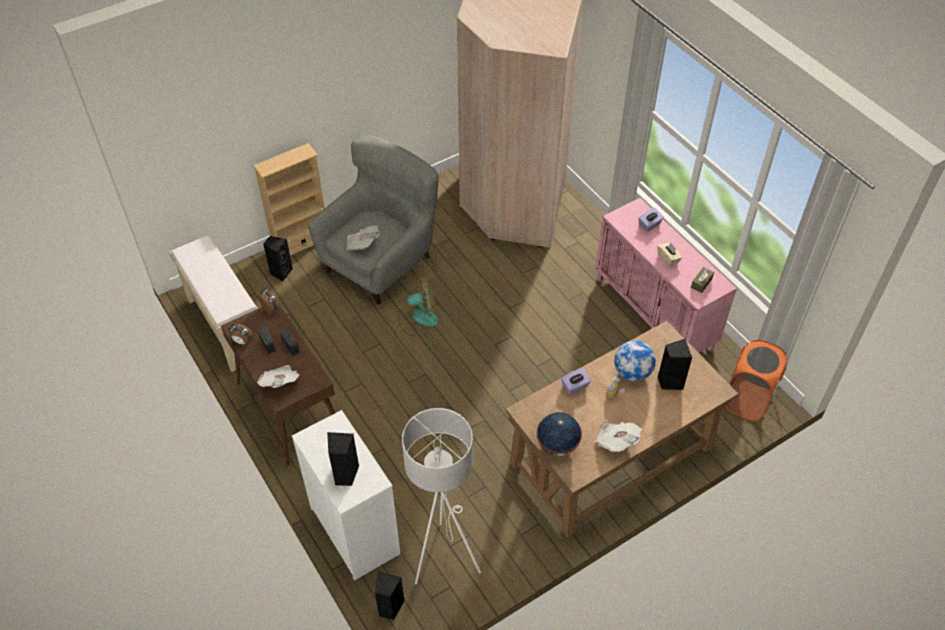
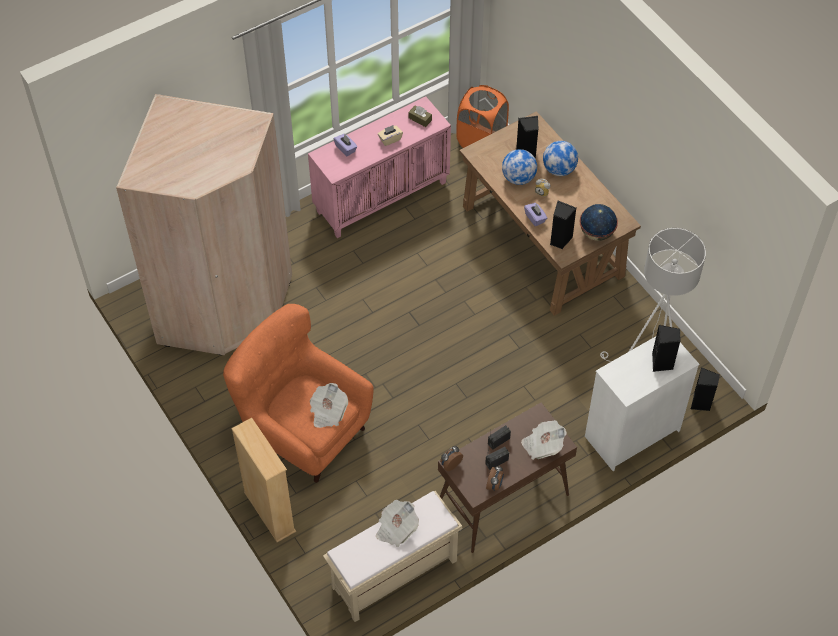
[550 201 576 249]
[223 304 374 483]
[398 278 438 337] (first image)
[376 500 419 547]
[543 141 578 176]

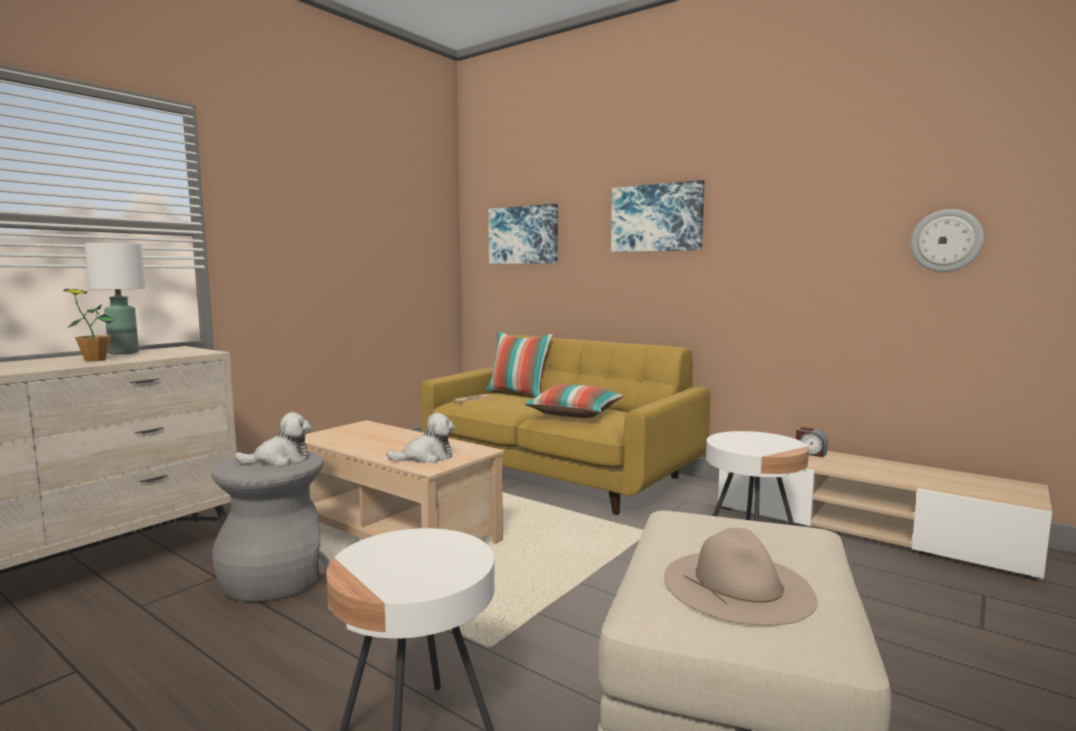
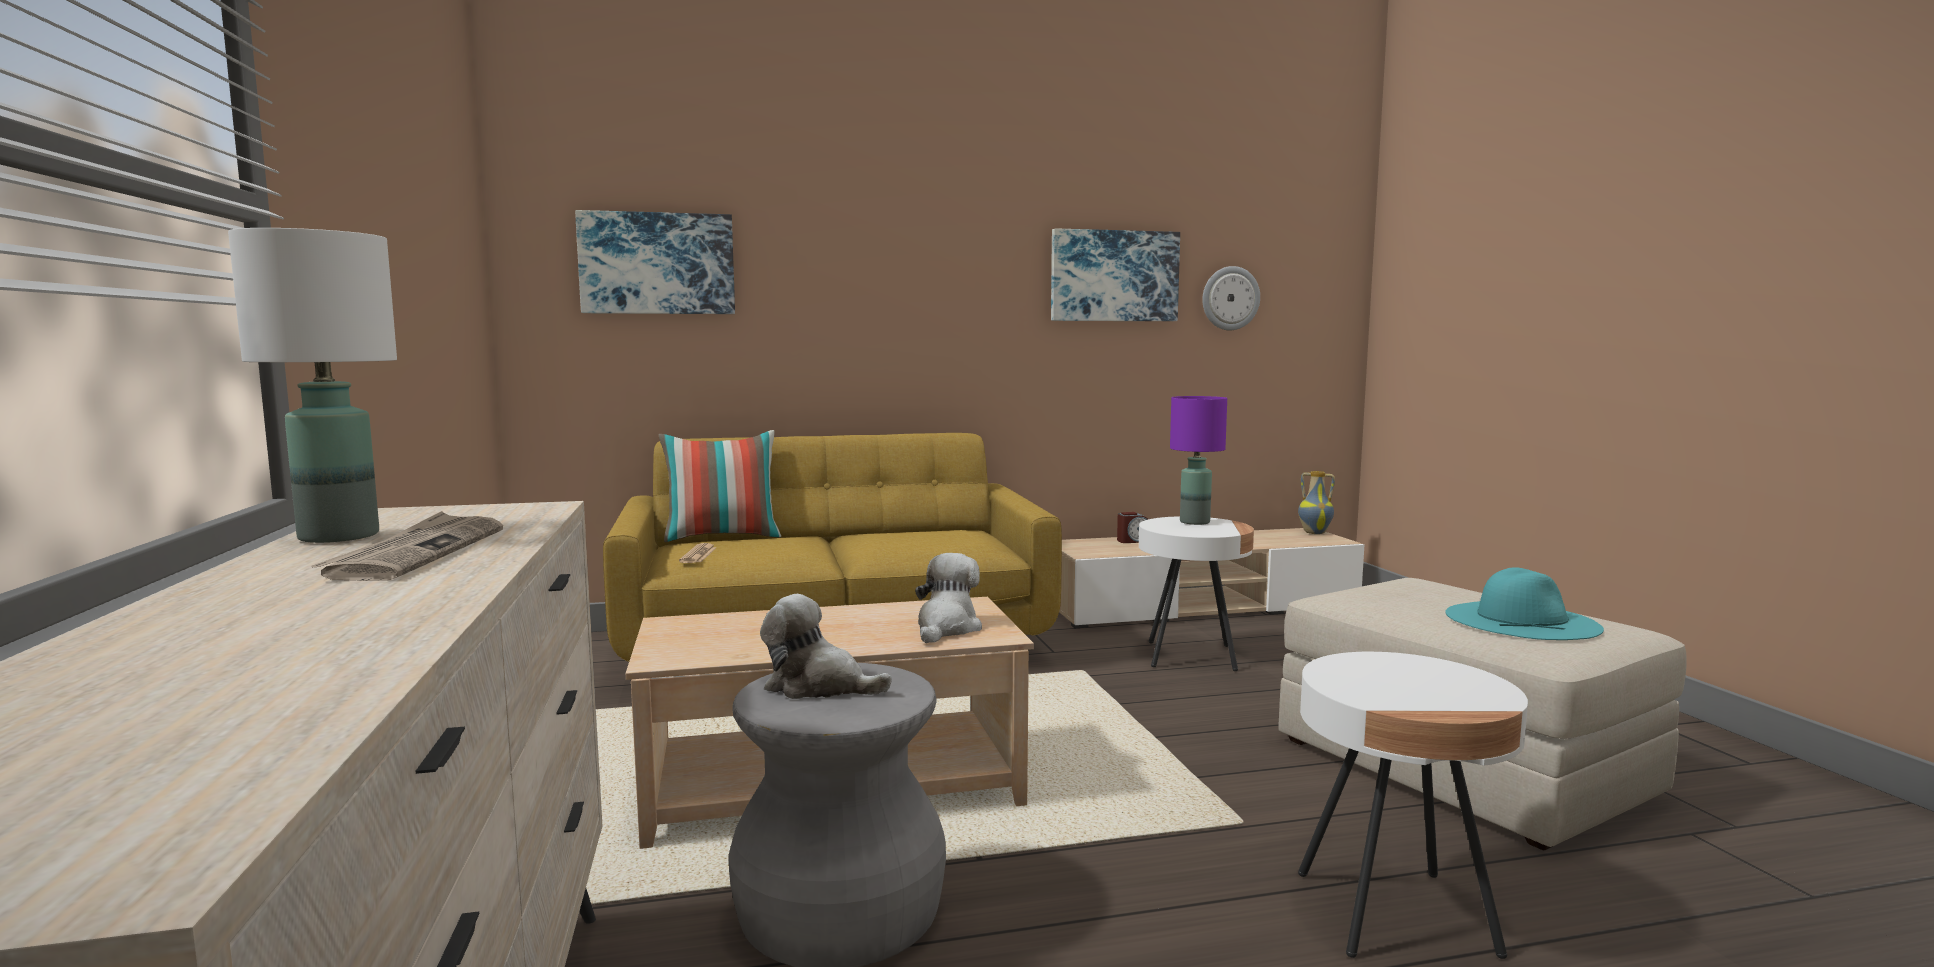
[311 511 503 581]
[760 594 892 699]
[524 384 623 418] (first image)
[1051 228 1180 321]
[1445 567 1604 640]
[1170 396 1227 525]
[1298 471 1335 534]

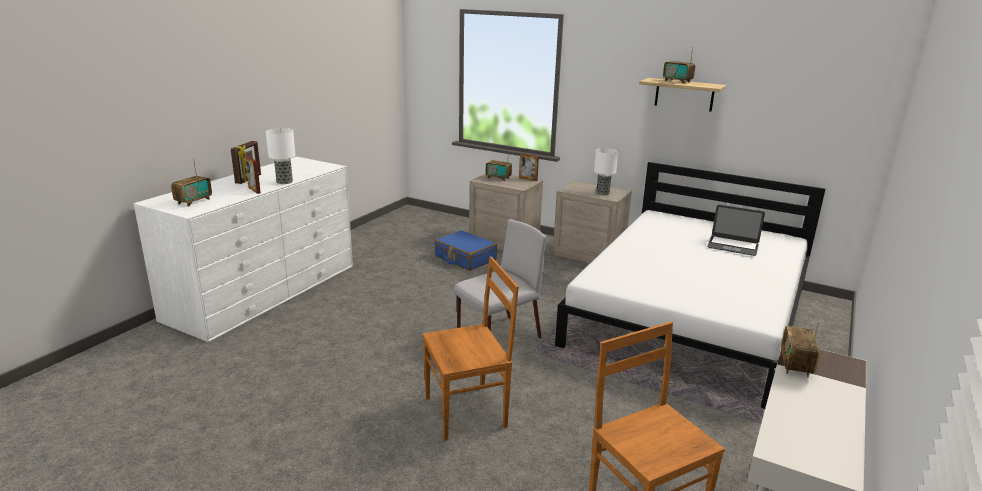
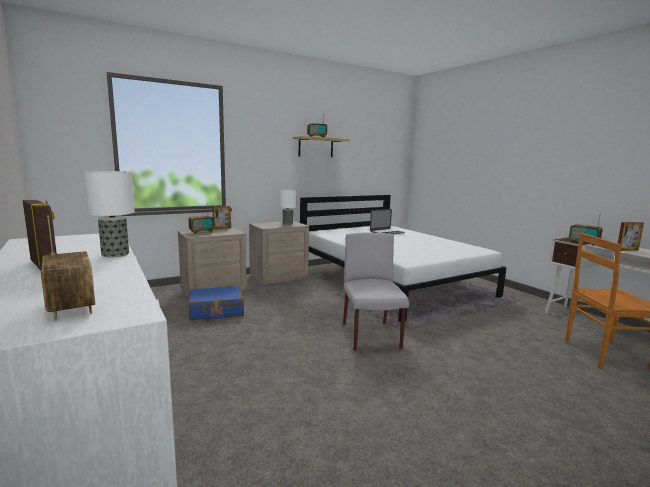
[618 222 644 251]
[422 256 519 441] (first image)

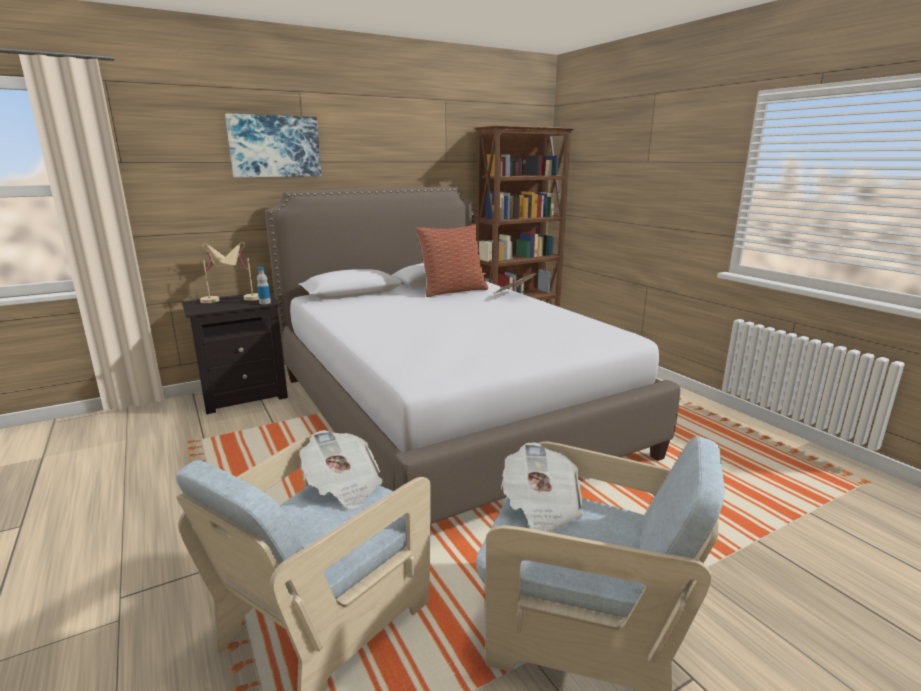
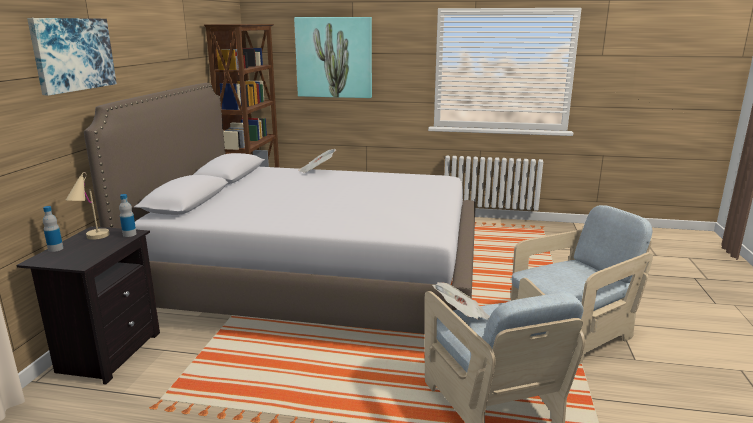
[43 206 63 252]
[415 224 488 297] (first image)
[501 443 583 533] (first image)
[294 17 372 98]

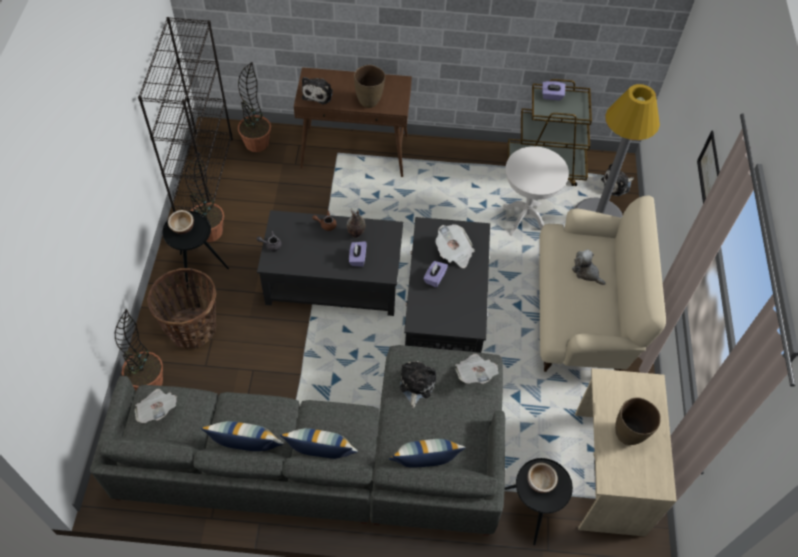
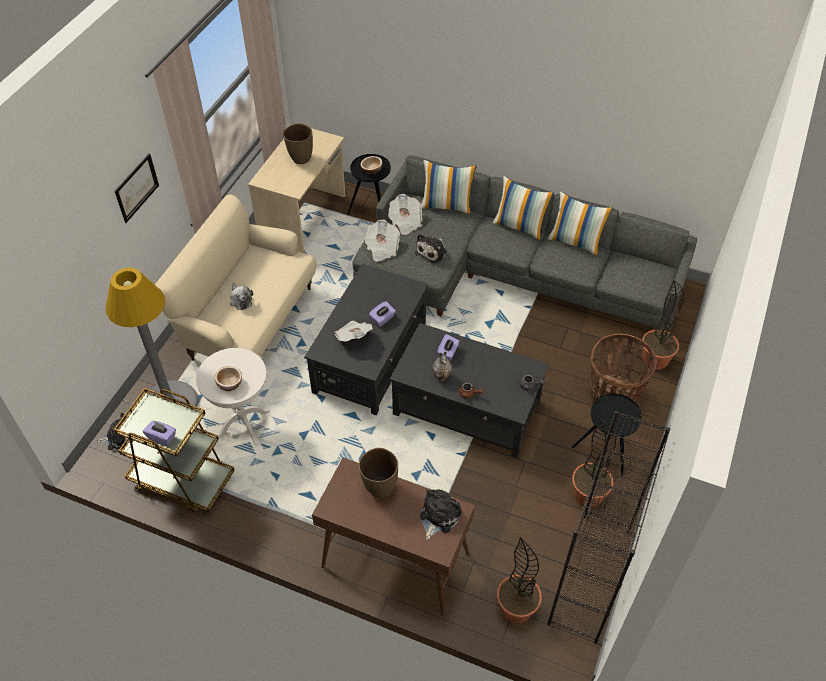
[388 194 422 235]
[215 366 242 391]

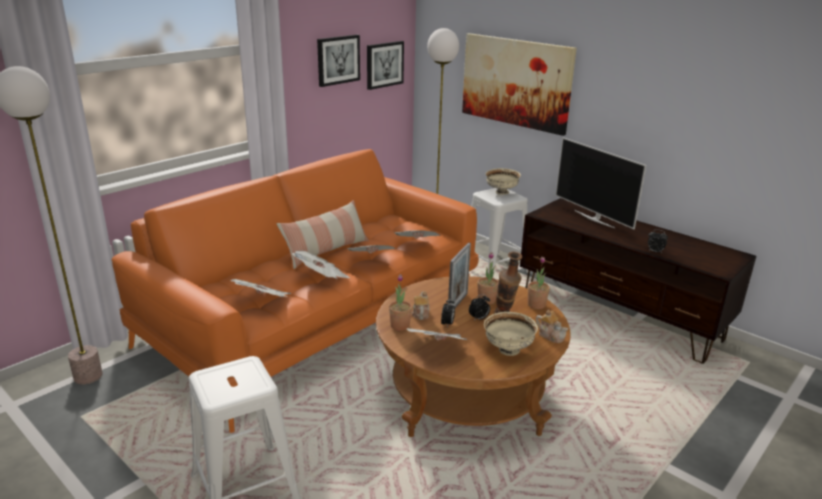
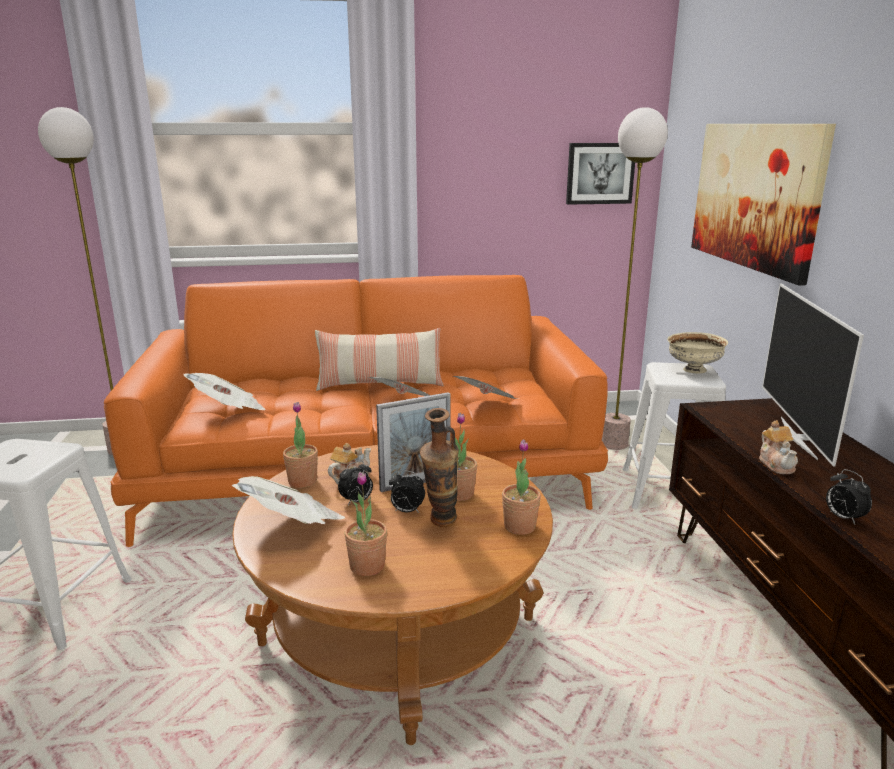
[291 250 350 279] (first image)
[317 35 360 87] (first image)
[344 472 387 576]
[759 420 798 474]

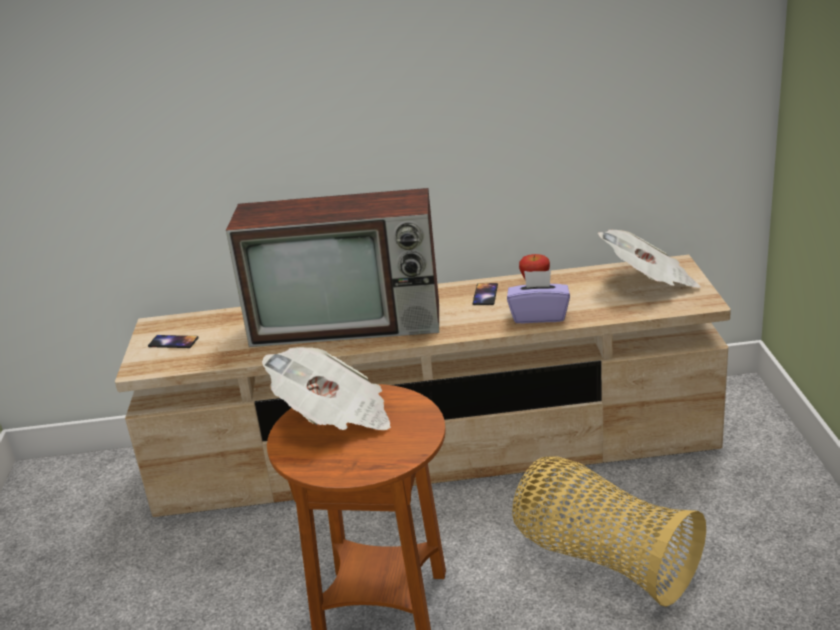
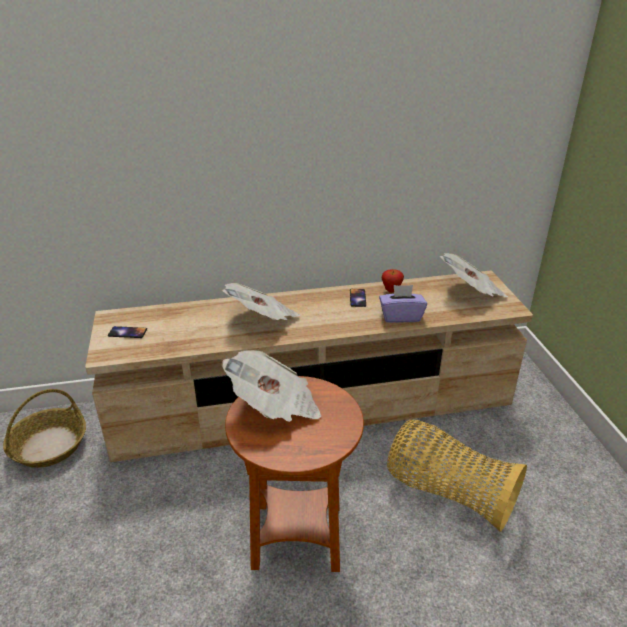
[222 283 300 320]
[3 389 86 468]

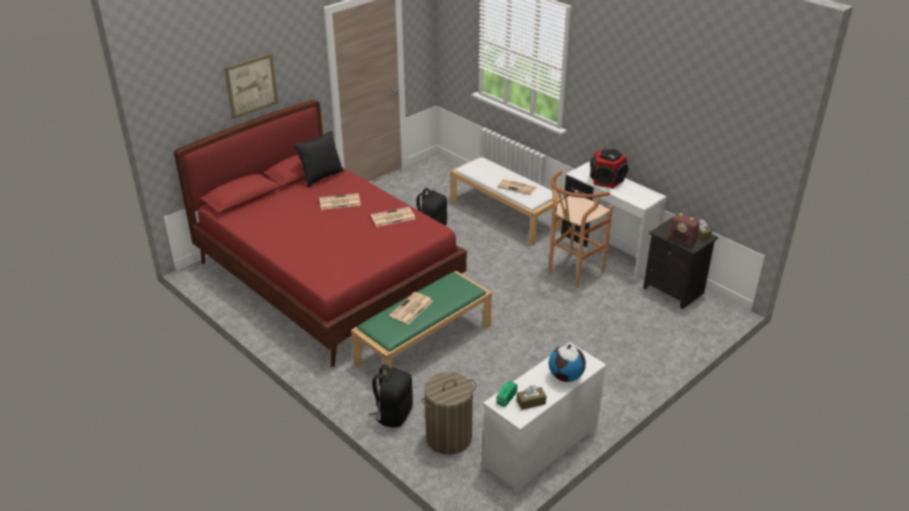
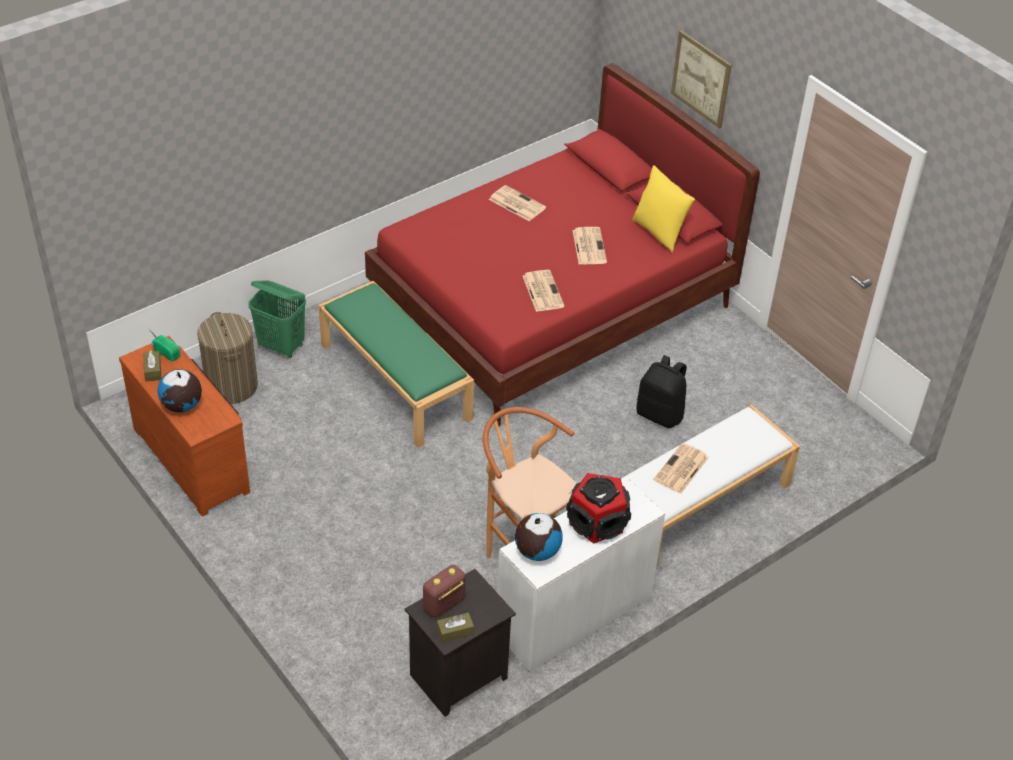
[632 165 695 253]
[248 280 306 358]
[489 185 546 221]
[119 336 250 516]
[515 513 563 561]

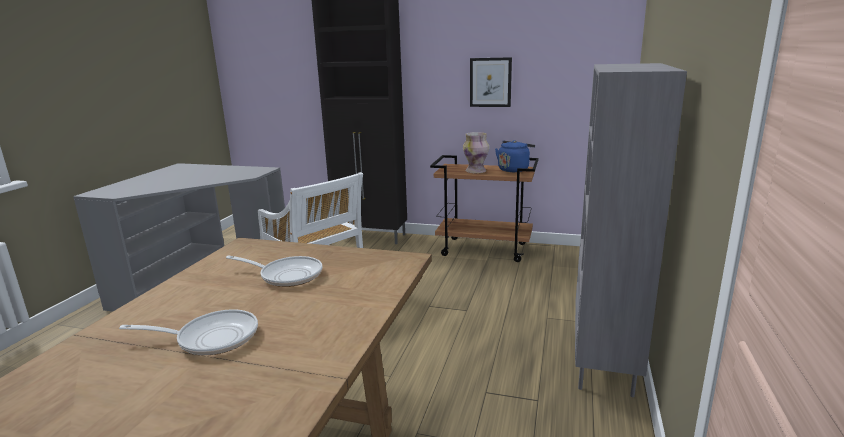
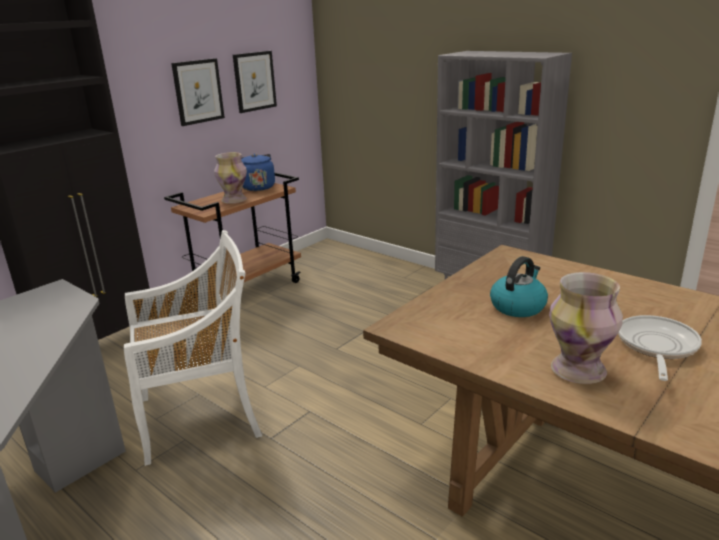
[490 256 548 317]
[233 51 277 113]
[549 272 623 384]

